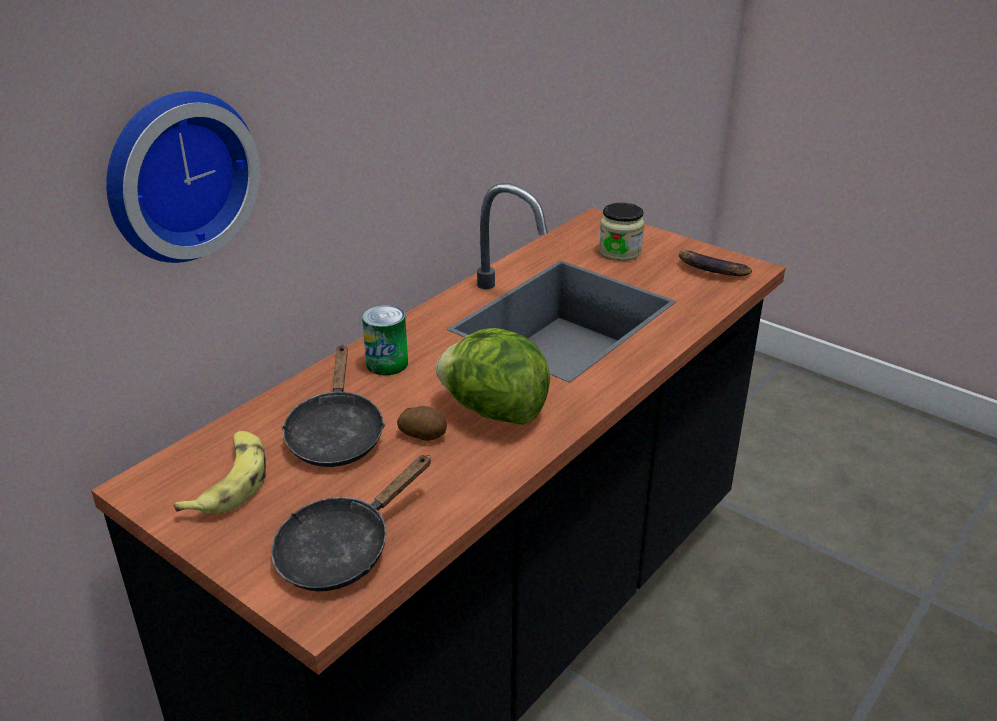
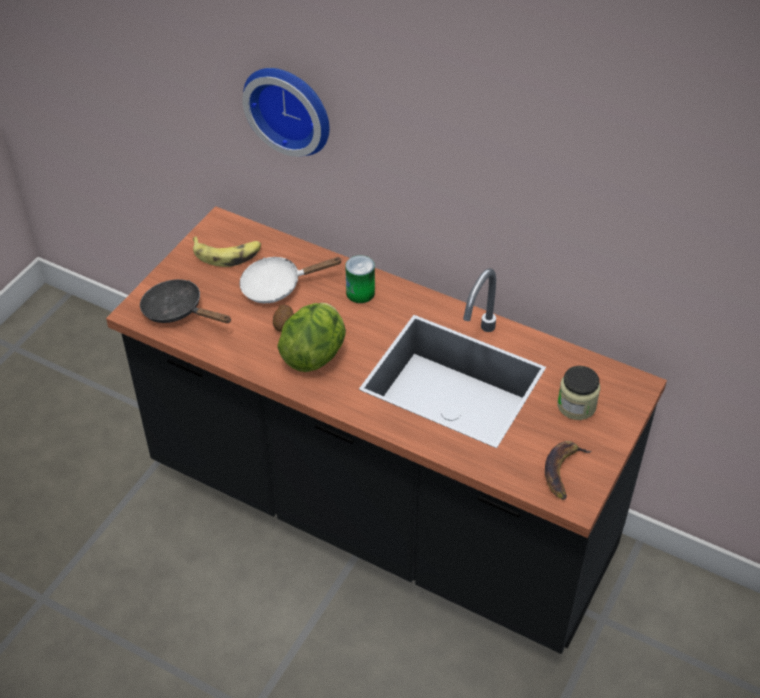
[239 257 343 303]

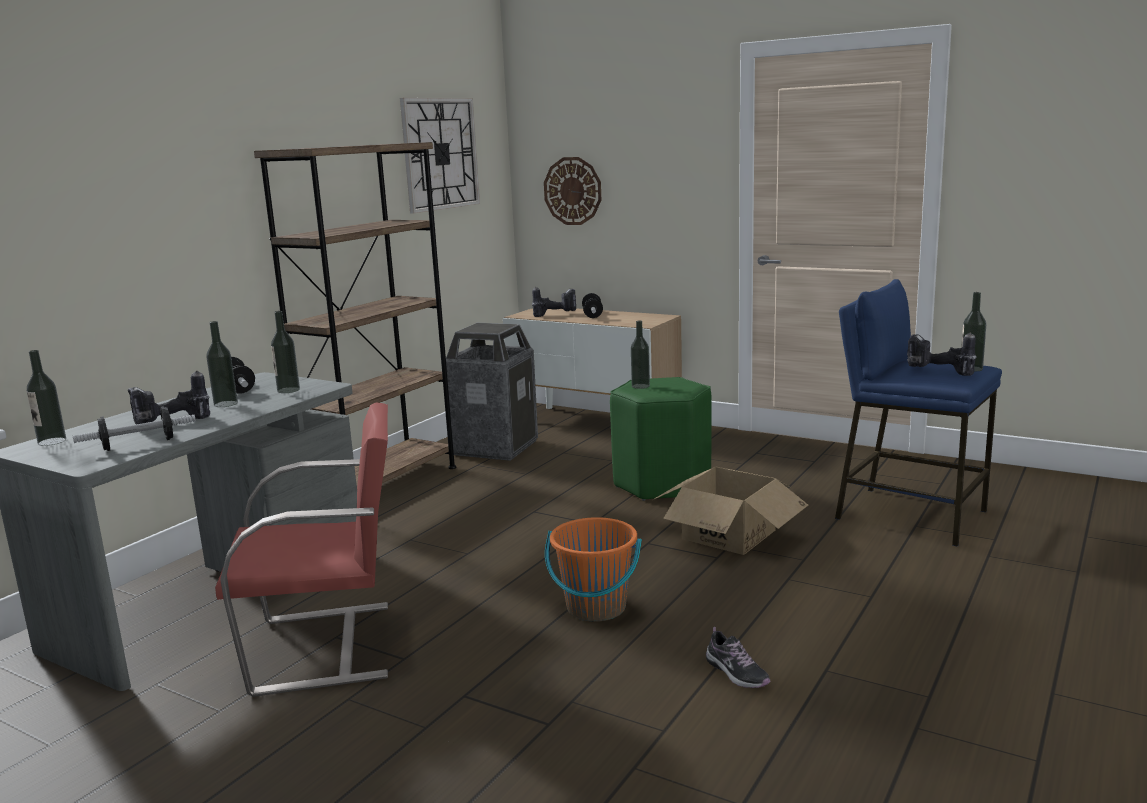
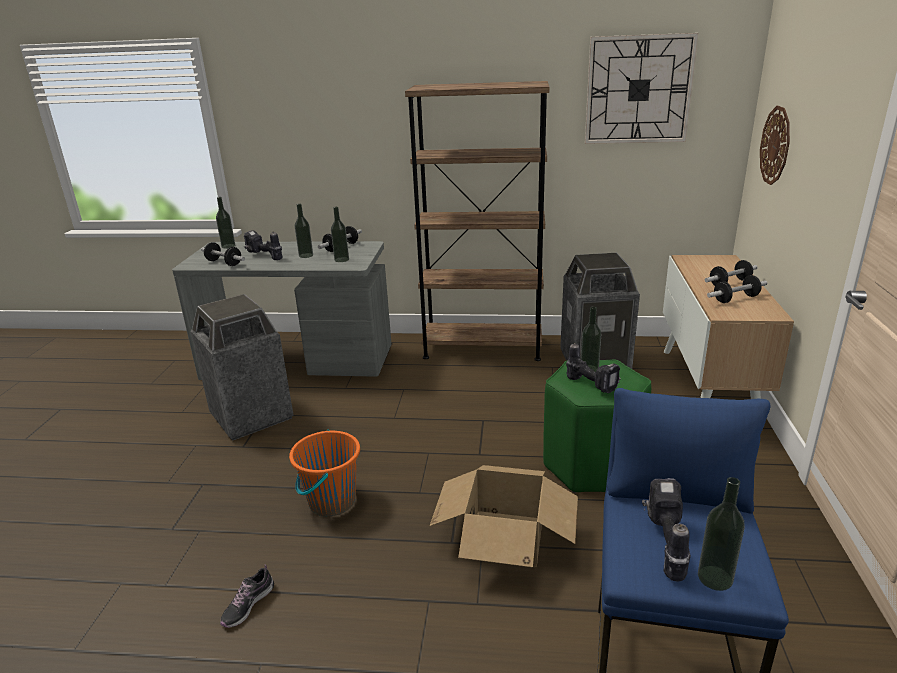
[191 294 294 441]
[566 343 621 393]
[707 275 767 303]

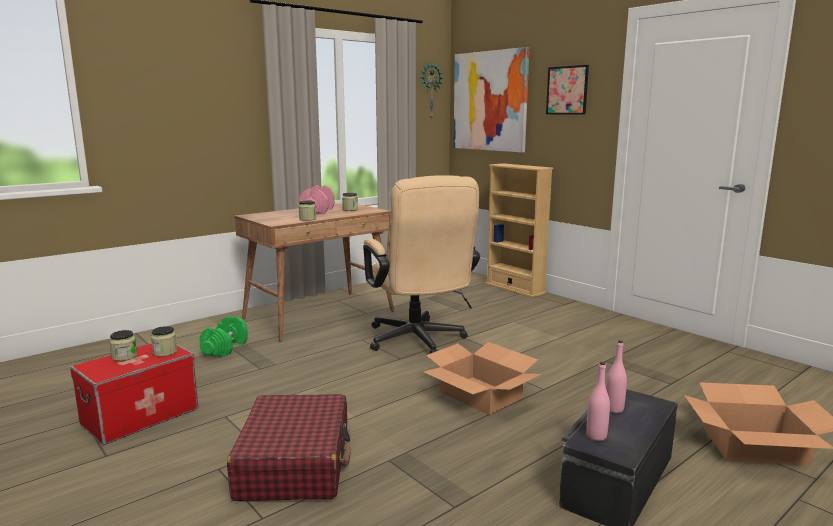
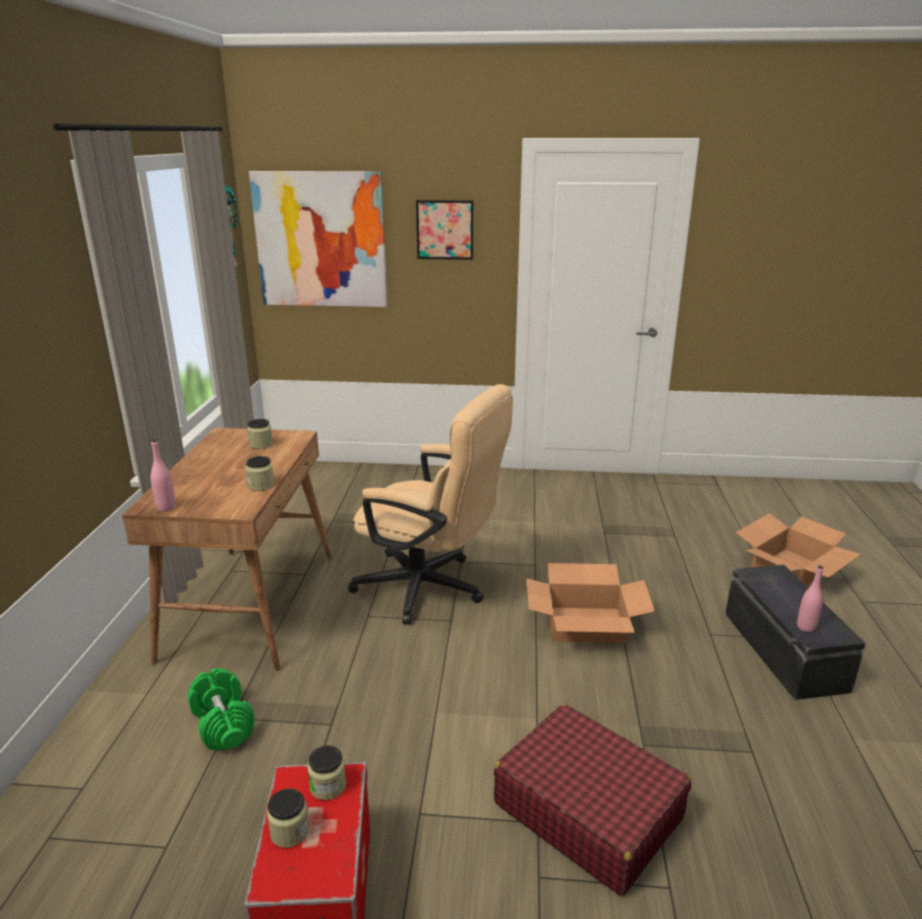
[299 185 335 214] (first image)
[485 163 553 298] (first image)
[151 439 176 512]

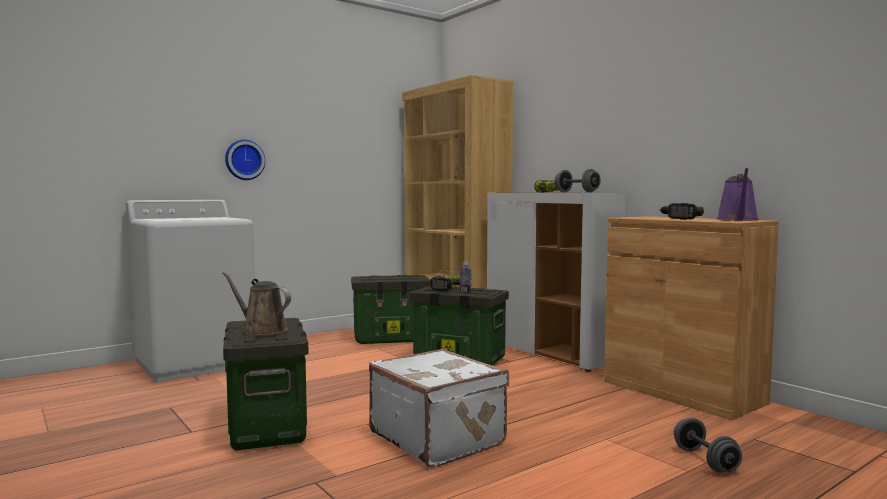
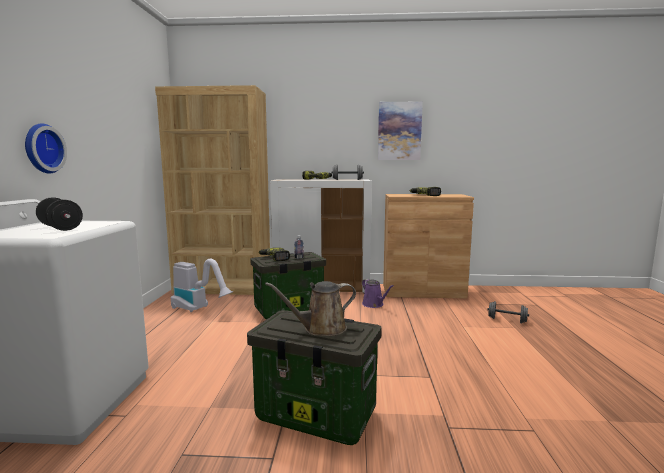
[171 259 233 312]
[369 349 509 467] (first image)
[362 279 394 308]
[36 197 83 231]
[378 101 423 160]

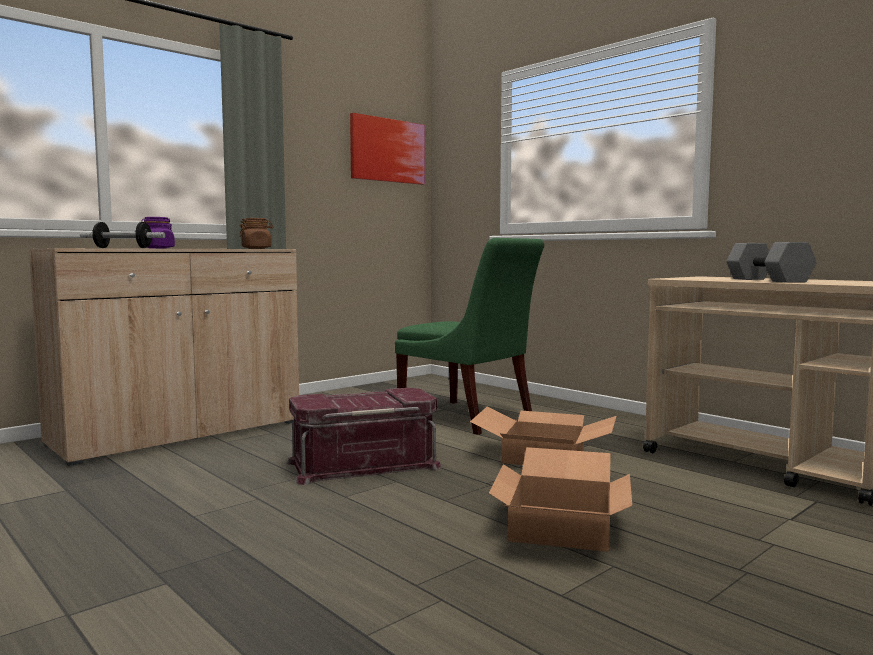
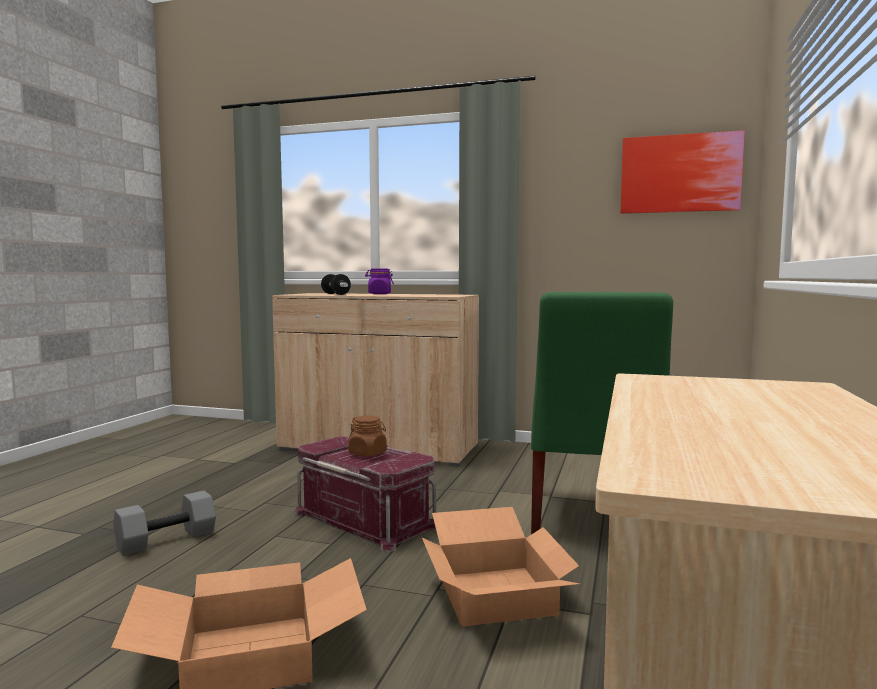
[348 416 387 457]
[114 491 216 556]

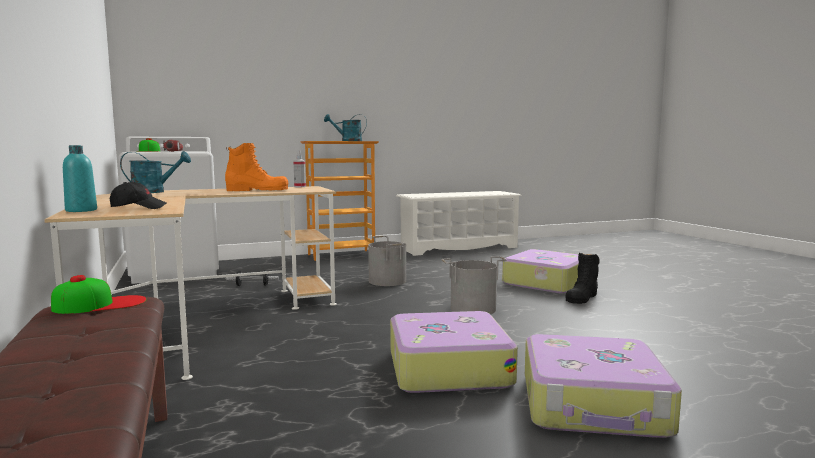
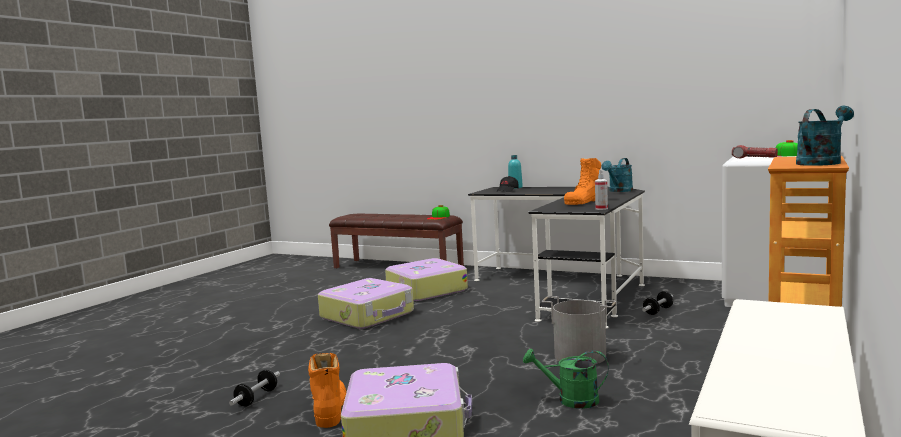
[468 187 645 328]
[441 256 507 314] (first image)
[385 258 468 301]
[308 353 346 428]
[229 370 280 406]
[523 348 609 409]

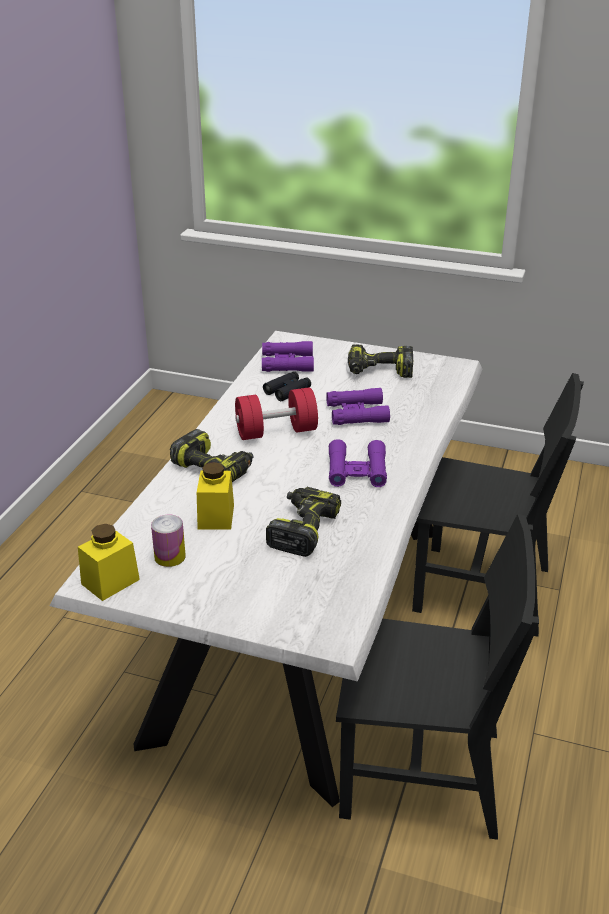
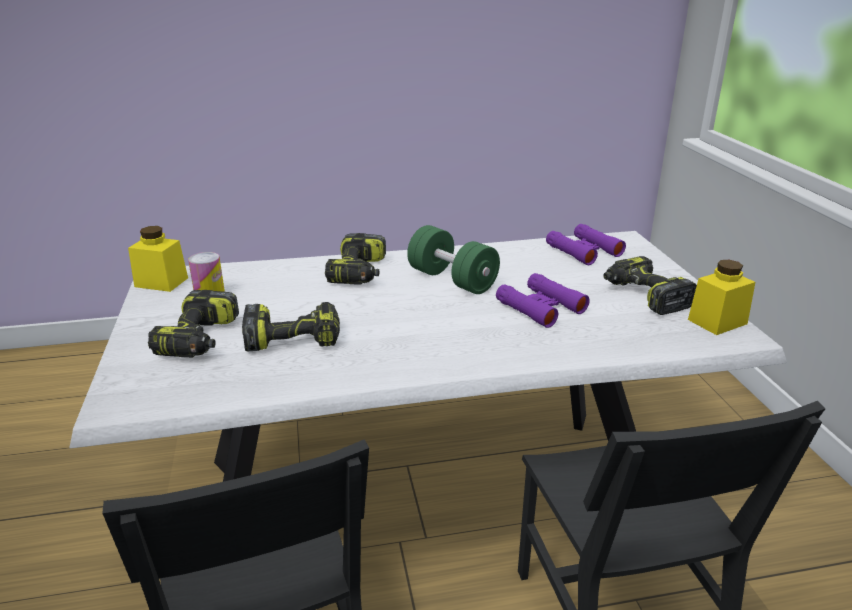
[688 260 755 335]
[407 225 500 294]
[263 371 311 401] (first image)
[329 439 387 487] (first image)
[148 290 239 358]

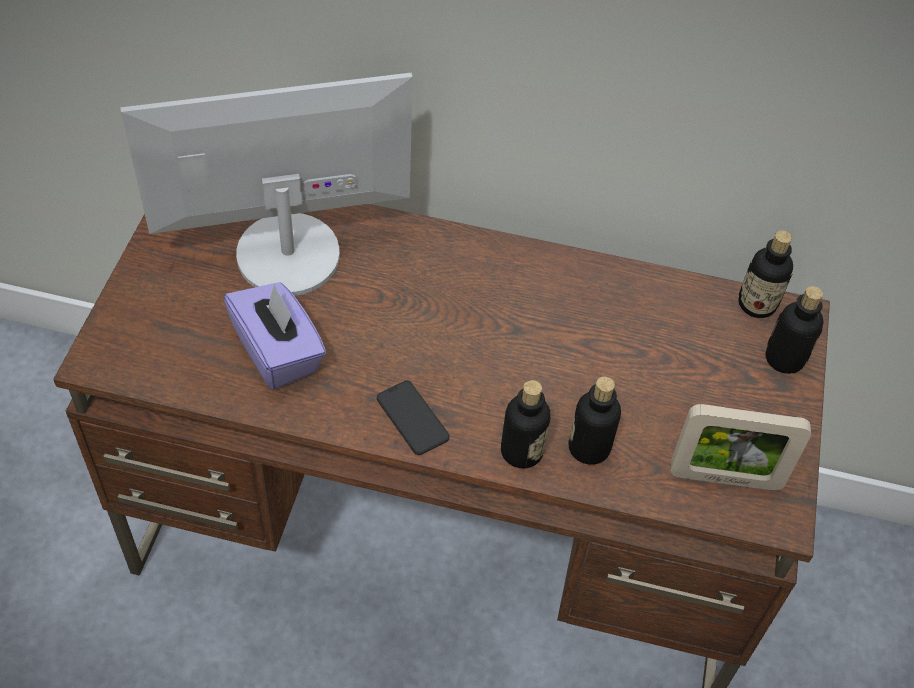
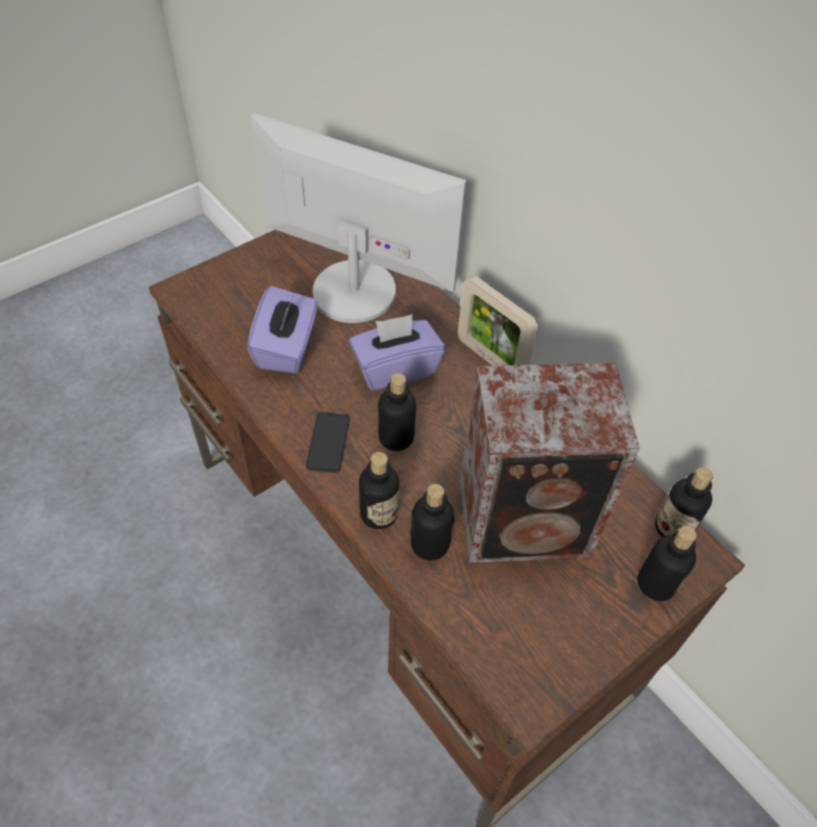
[458 275 538 366]
[349 314 445 391]
[378 373 416 451]
[460 362 640 563]

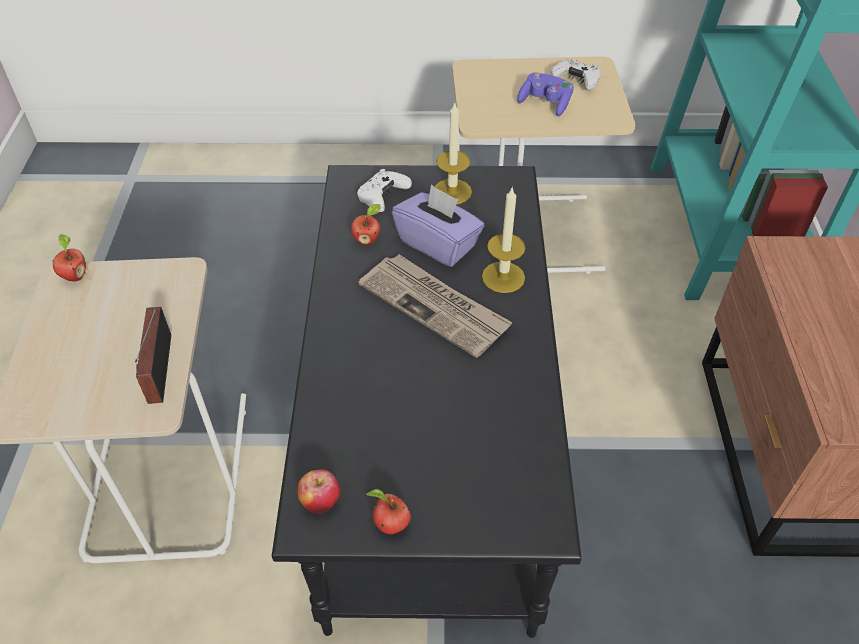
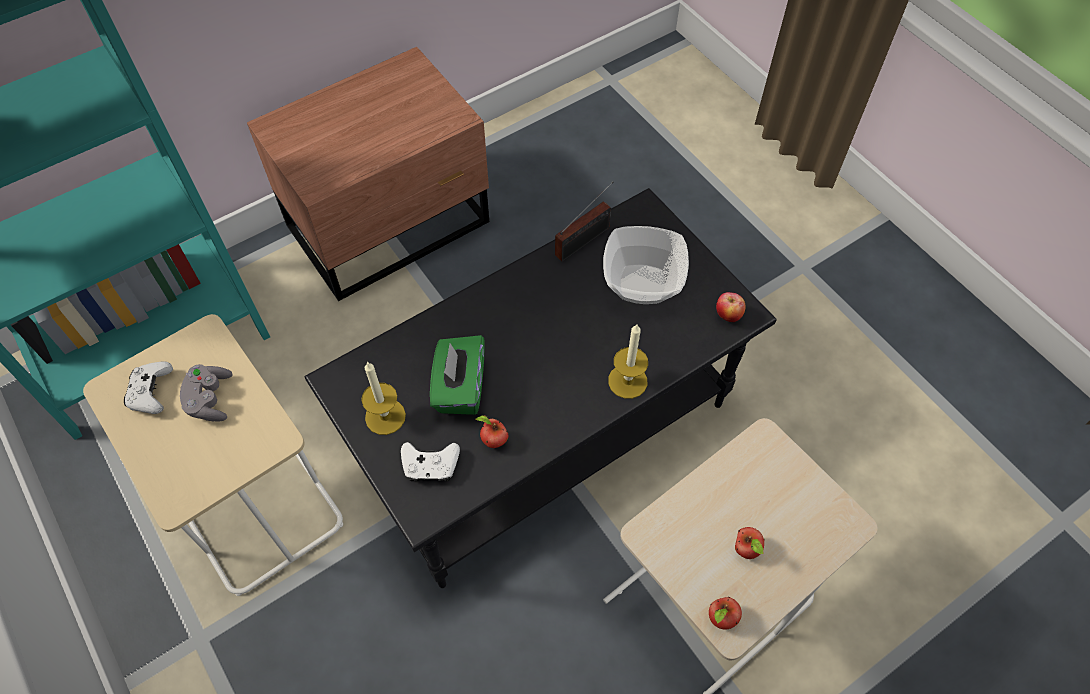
[555 182 613 262]
[358 254 513 358] (first image)
[735 527 765 559]
[430 335 485 415]
[608 324 648 399]
[180 364 232 421]
[603 226 689 304]

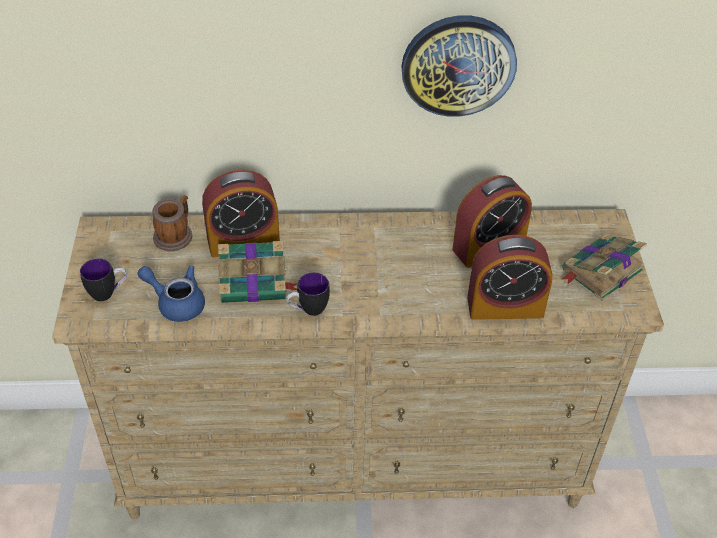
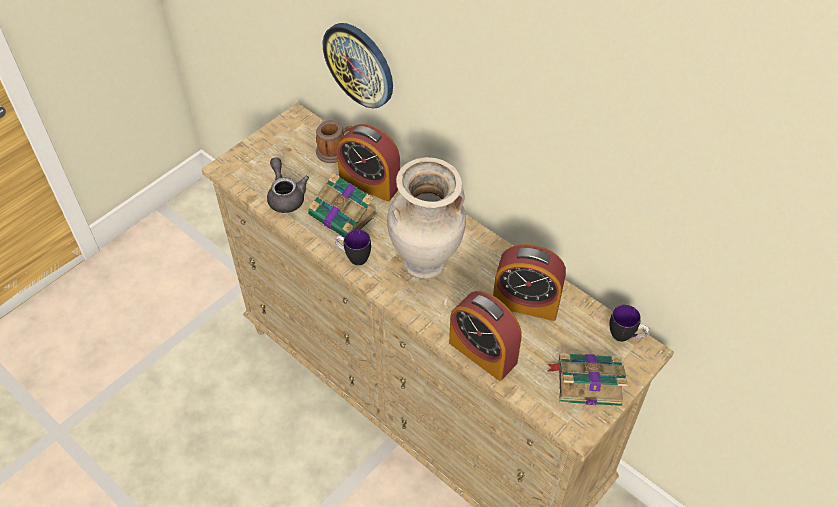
[609 304 650 342]
[267 157 309 213]
[323 23 393 108]
[387 157 466 279]

